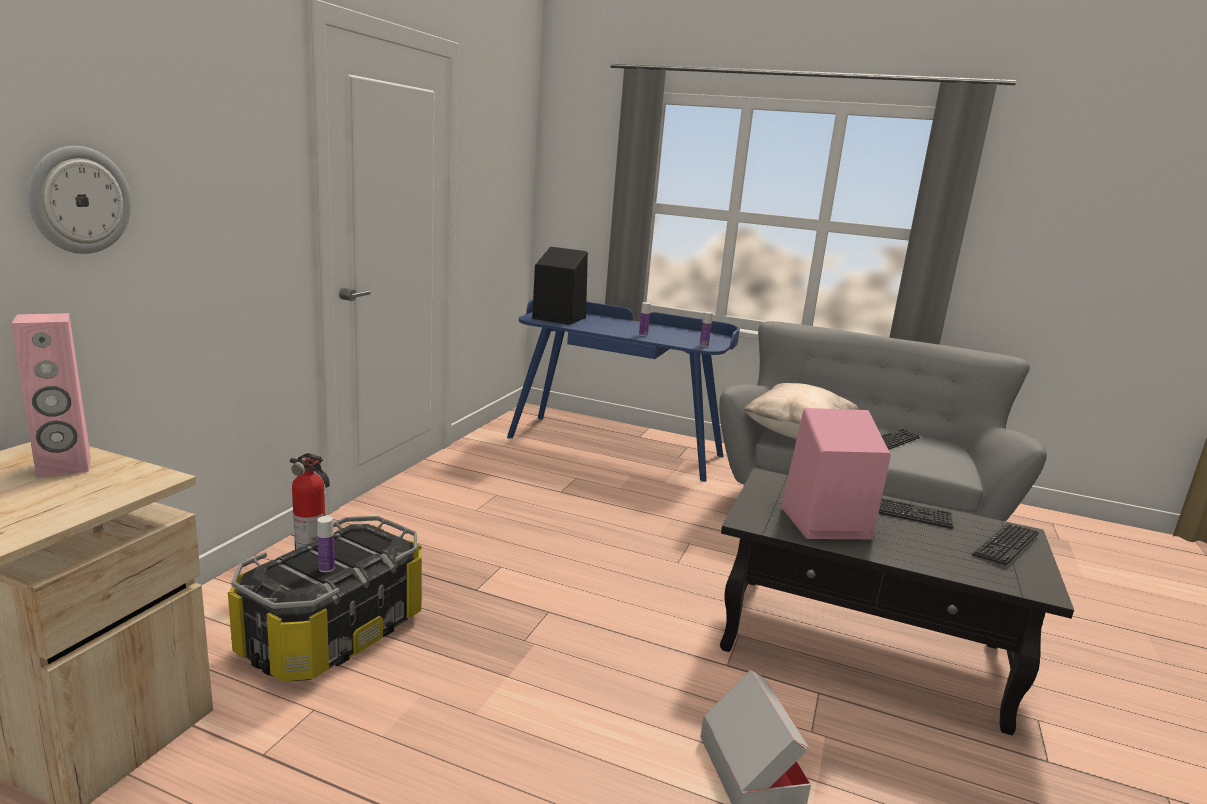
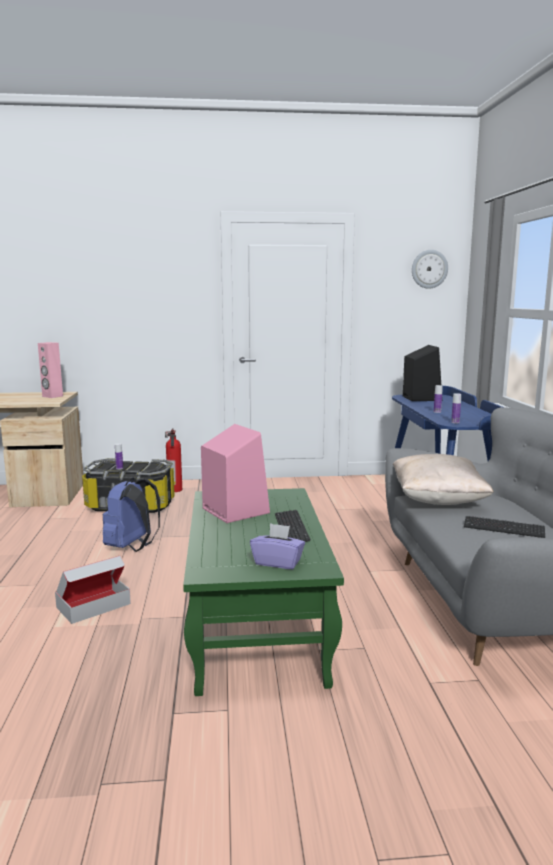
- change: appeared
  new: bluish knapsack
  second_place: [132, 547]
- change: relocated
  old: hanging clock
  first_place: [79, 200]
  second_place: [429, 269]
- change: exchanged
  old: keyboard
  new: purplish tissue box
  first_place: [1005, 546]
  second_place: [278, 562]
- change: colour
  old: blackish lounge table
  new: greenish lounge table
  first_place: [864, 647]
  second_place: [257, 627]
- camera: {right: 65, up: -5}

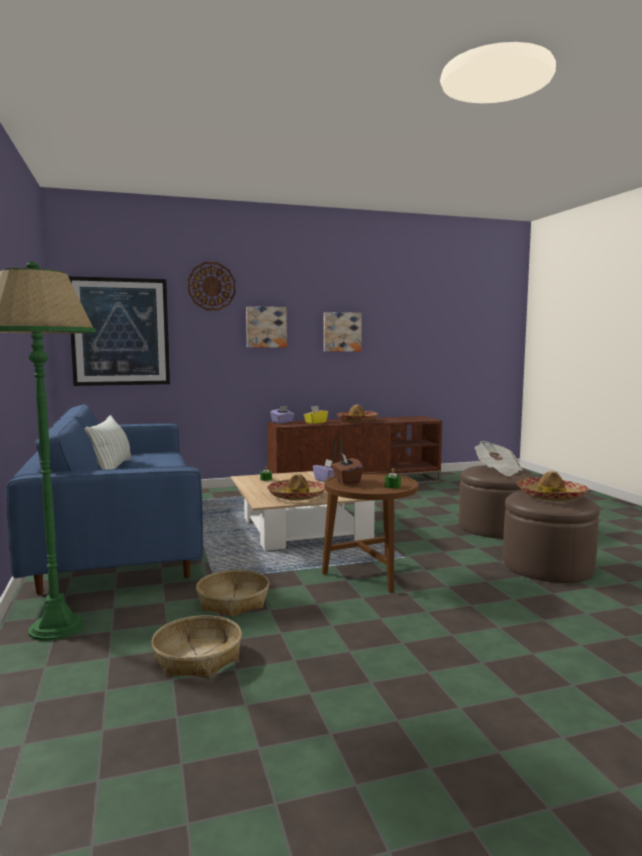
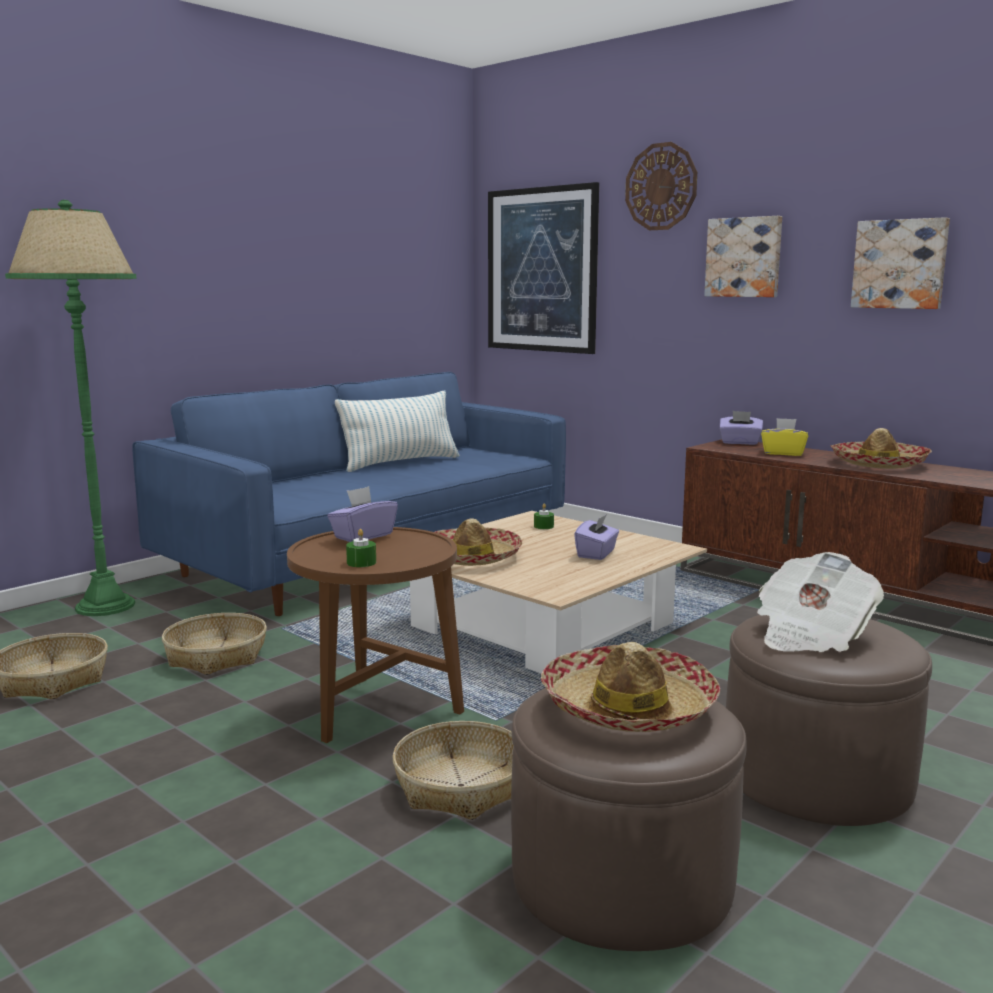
- change: appeared
  new: storage basket
  second_place: [461, 785]
- change: colour
  old: brownish tissue box
  new: purplish tissue box
  first_place: [346, 480]
  second_place: [363, 536]
- camera: {right: 60, up: 5}

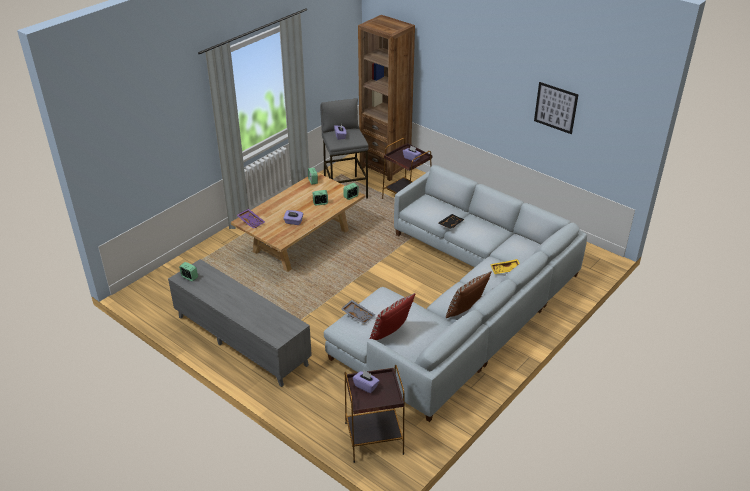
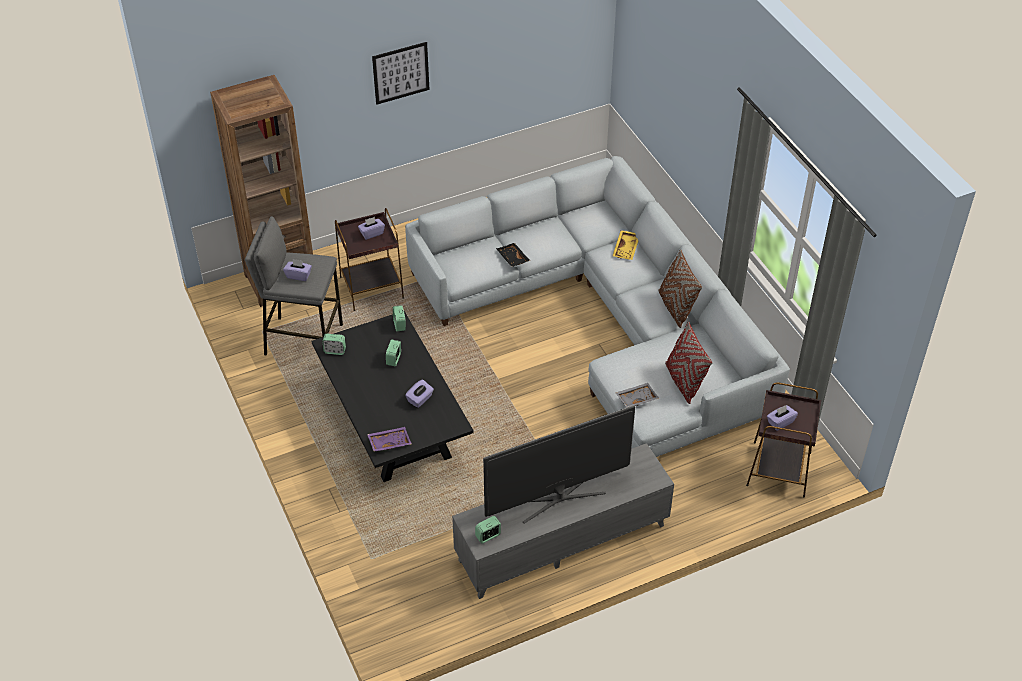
- change: appeared
  new: television
  second_place: [558, 497]
- change: relocated
  old: wall art
  first_place: [555, 107]
  second_place: [401, 73]
- change: colour
  old: beige-coloured lounge table
  new: blackish lounge table
  first_place: [301, 241]
  second_place: [393, 423]
- camera: {right: -65, up: 10}

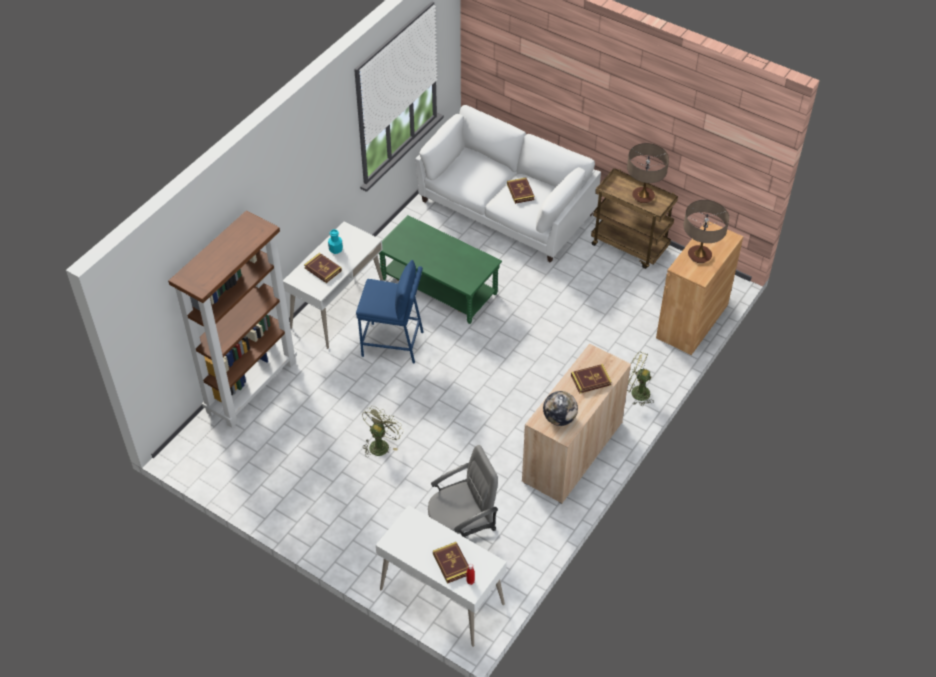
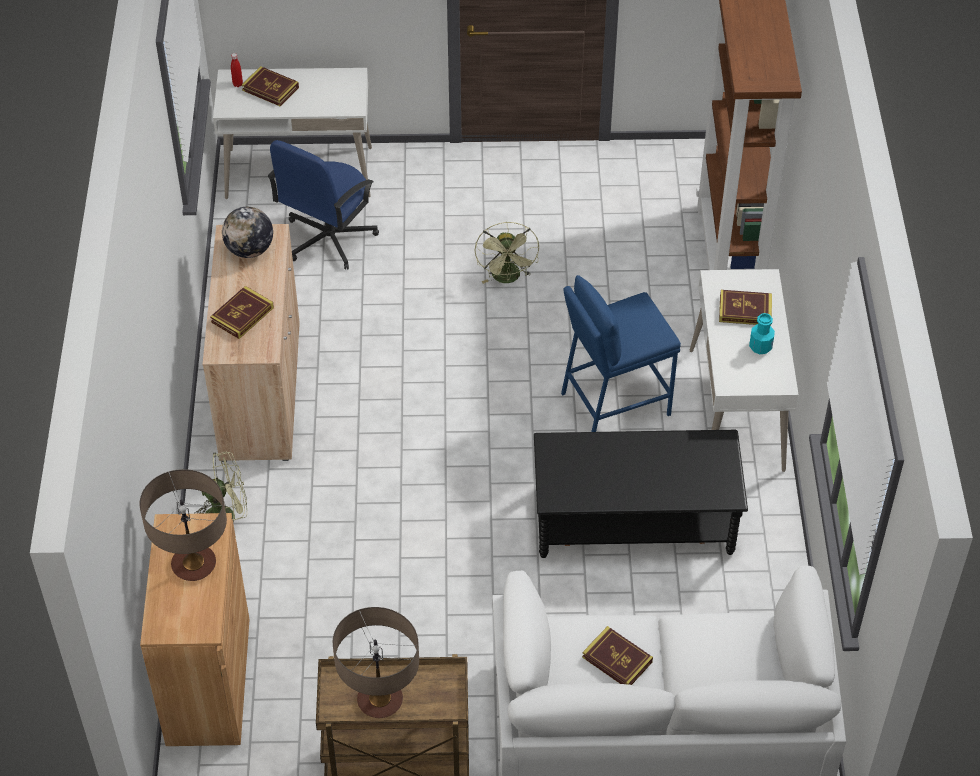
- change: colour
  old: greenish lounge table
  new: blackish lounge table
  first_place: [439, 286]
  second_place: [633, 521]
- change: colour
  old: grey desk chair
  new: bluish desk chair
  first_place: [461, 533]
  second_place: [328, 239]
- camera: {right: 145, up: 0}

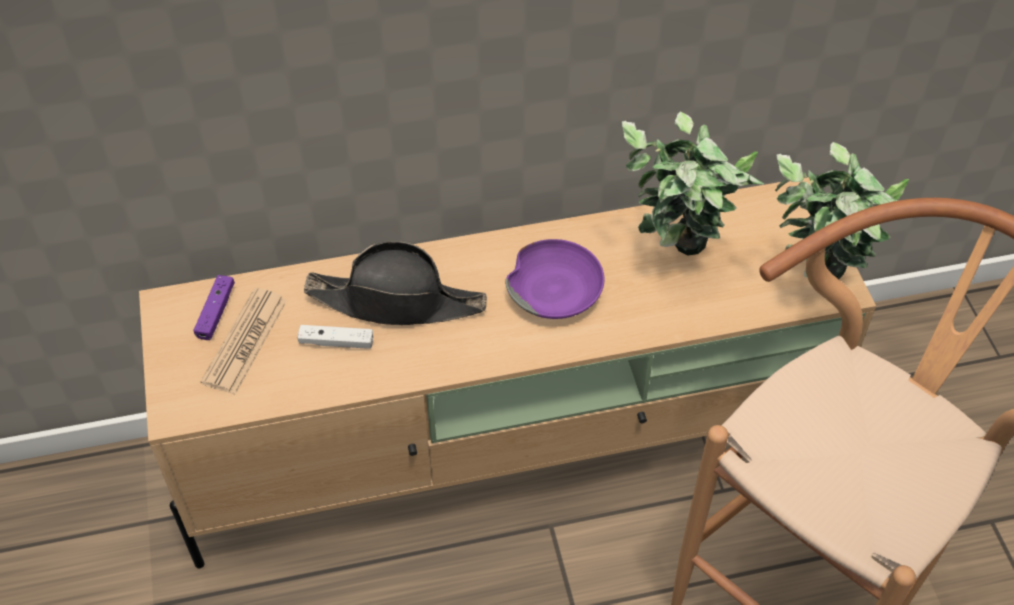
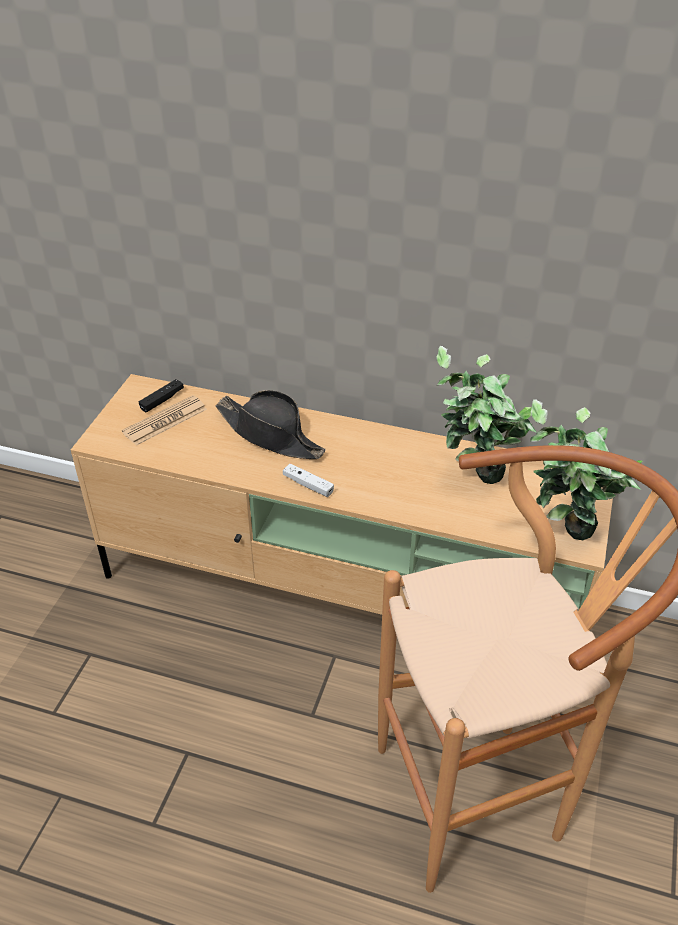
- change: missing
  old: purplish serving bowl
  first_place: [555, 290]
- change: relocated
  old: whitish game controller
  first_place: [336, 342]
  second_place: [308, 485]
- change: colour
  old: purplish game controller
  new: blackish game controller
  first_place: [216, 312]
  second_place: [162, 400]
- camera: {right: 30, up: -10}

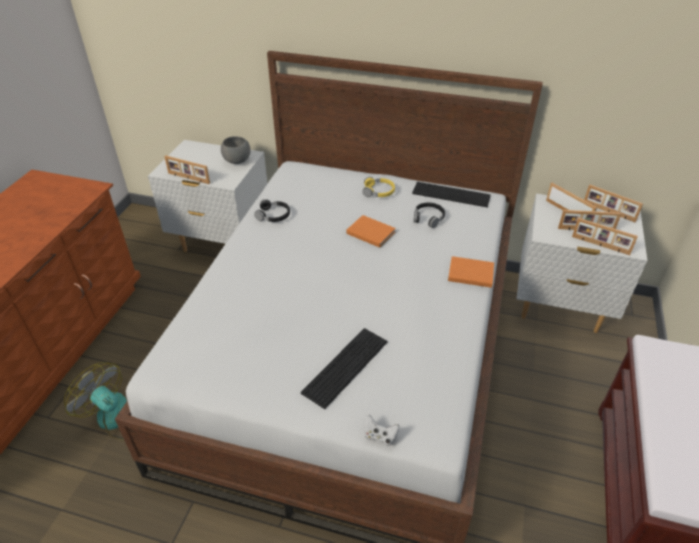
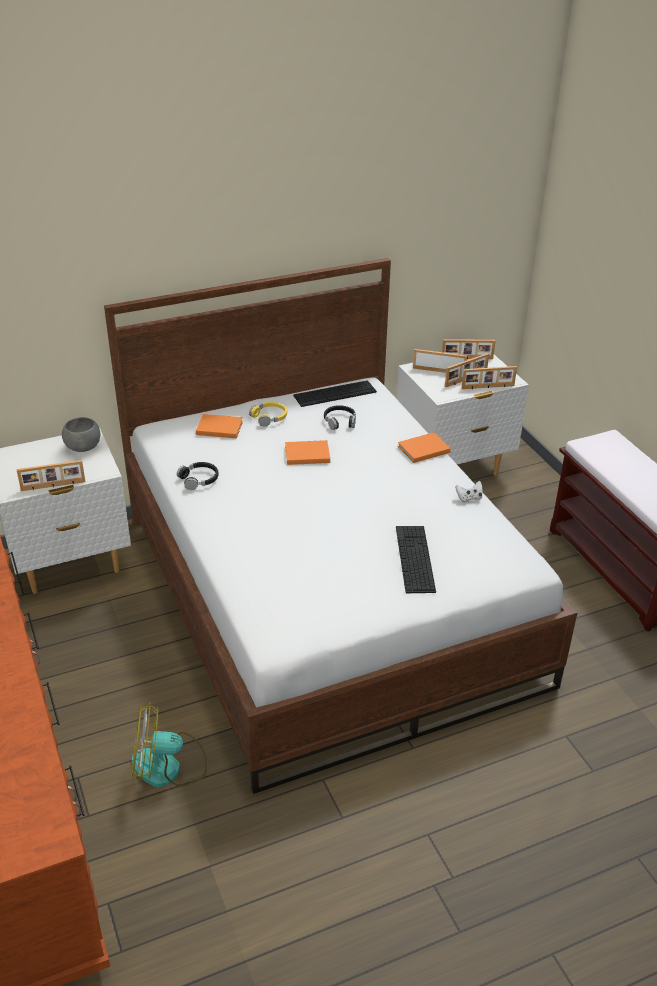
- change: appeared
  new: orangey book
  second_place: [218, 427]
- change: relocated
  old: whitish game controller
  first_place: [380, 436]
  second_place: [469, 498]
- camera: {right: -40, up: -5}

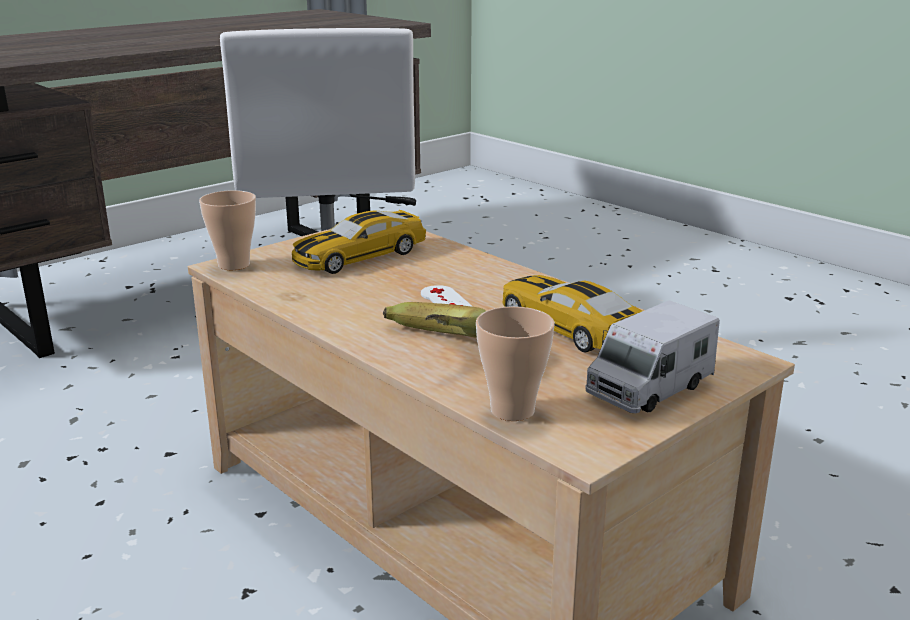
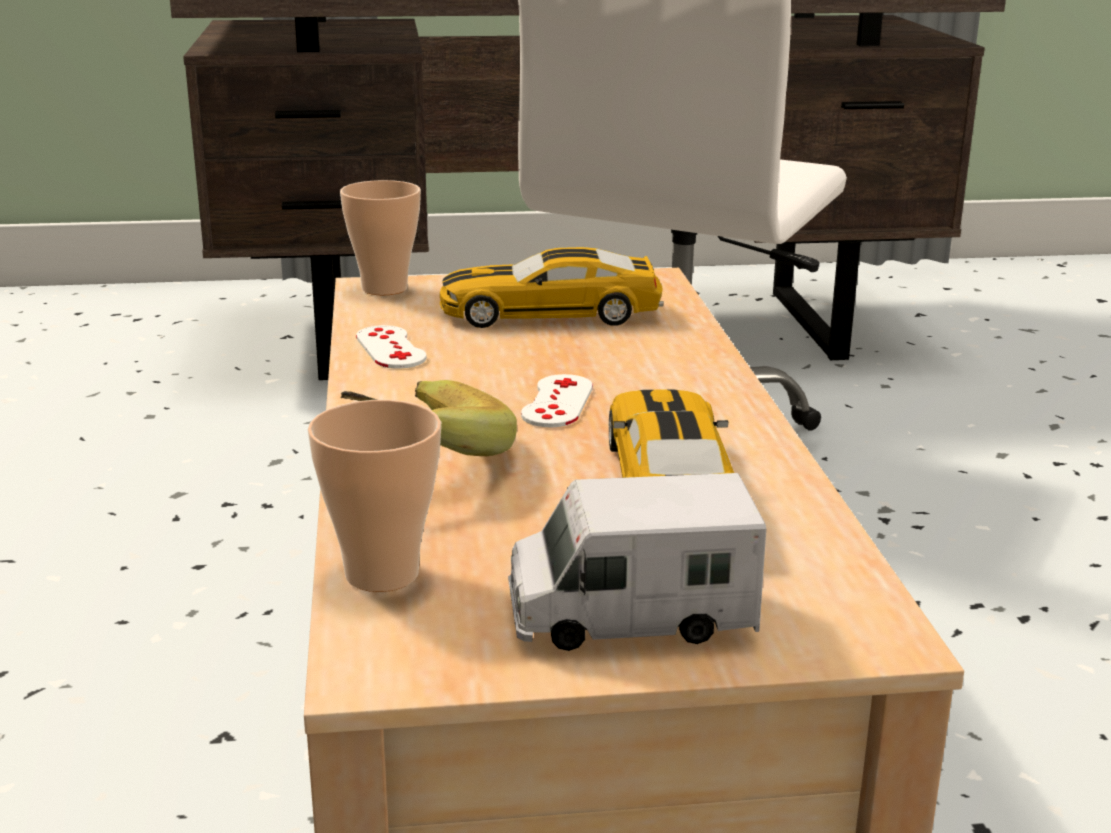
- change: appeared
  new: whitish game controller
  second_place: [390, 348]
- camera: {right: 35, up: 0}

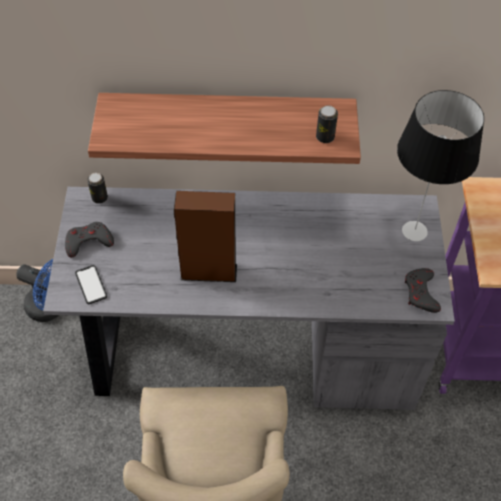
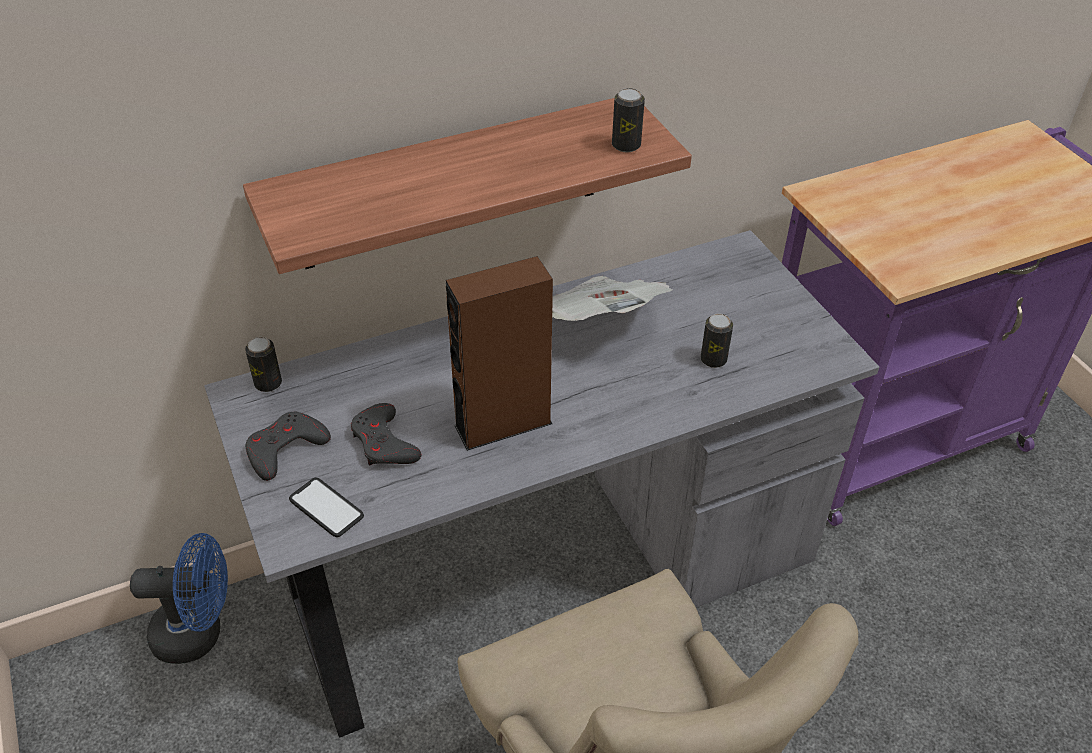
- change: missing
  old: tabletop lamp
  first_place: [415, 232]
- change: appeared
  new: daily paper
  second_place: [600, 323]
- change: appeared
  new: can
  second_place: [713, 360]
- change: relocated
  old: grey game controller
  first_place: [421, 293]
  second_place: [384, 443]
- camera: {right: -25, up: -10}

